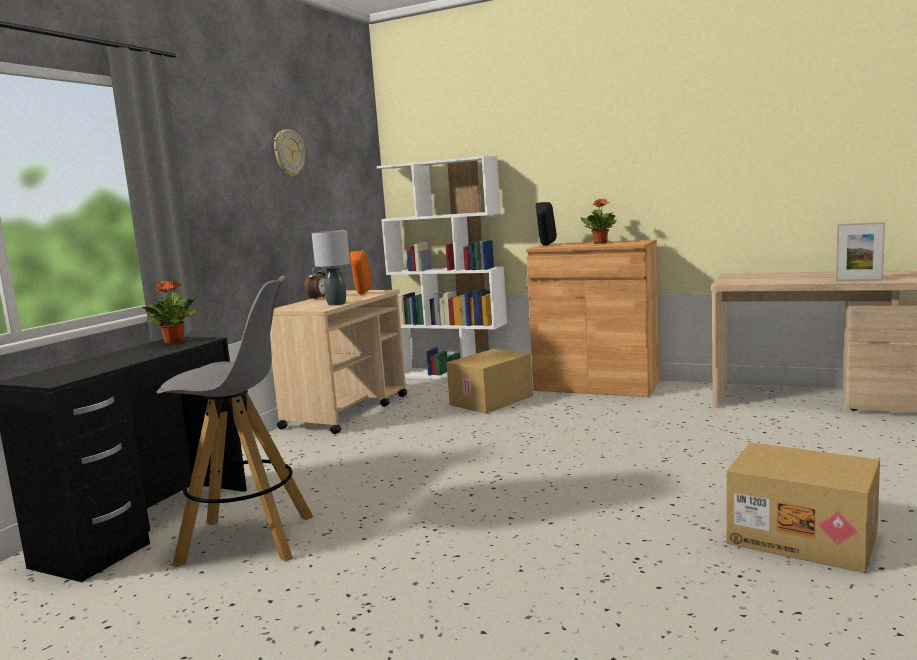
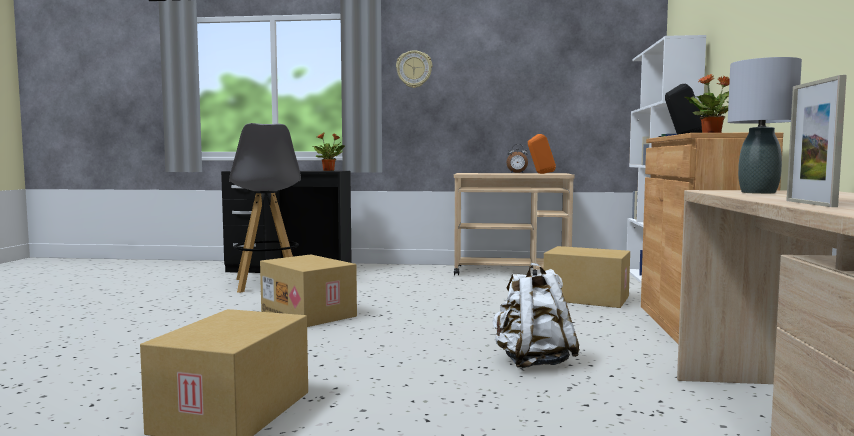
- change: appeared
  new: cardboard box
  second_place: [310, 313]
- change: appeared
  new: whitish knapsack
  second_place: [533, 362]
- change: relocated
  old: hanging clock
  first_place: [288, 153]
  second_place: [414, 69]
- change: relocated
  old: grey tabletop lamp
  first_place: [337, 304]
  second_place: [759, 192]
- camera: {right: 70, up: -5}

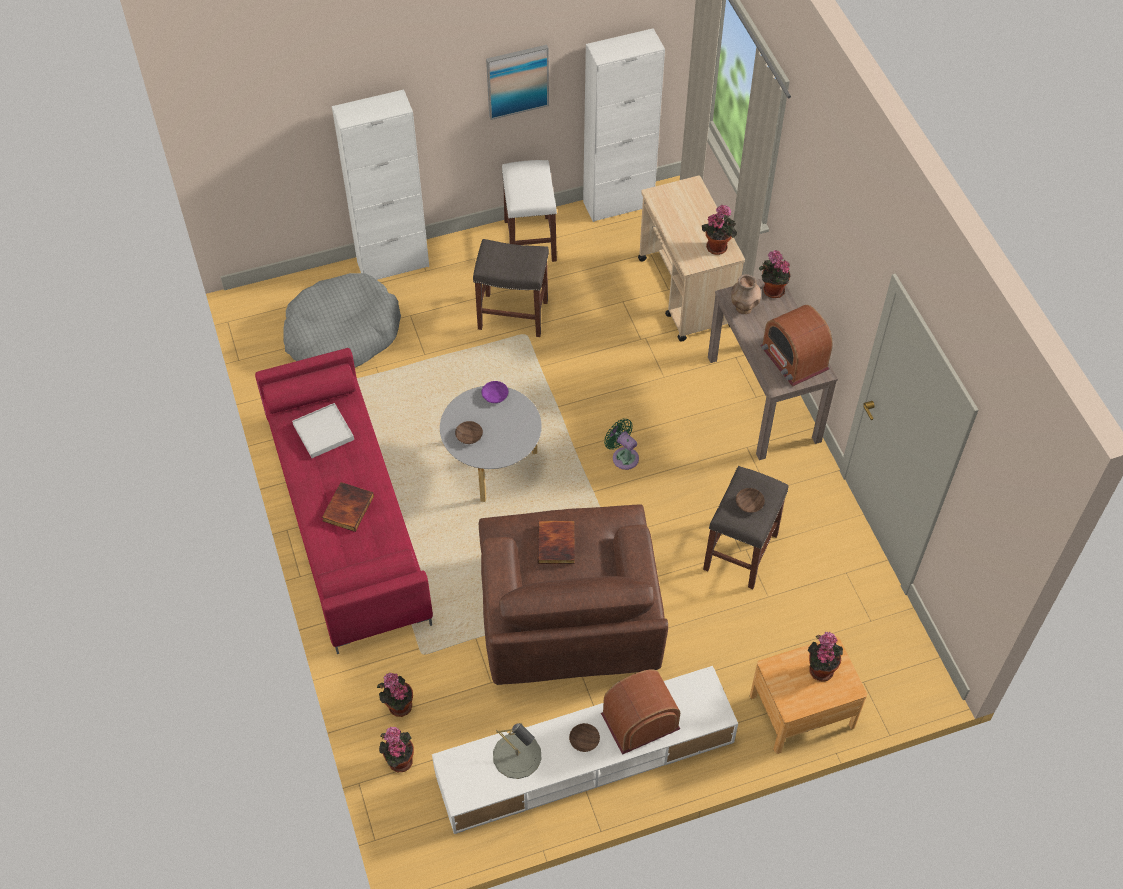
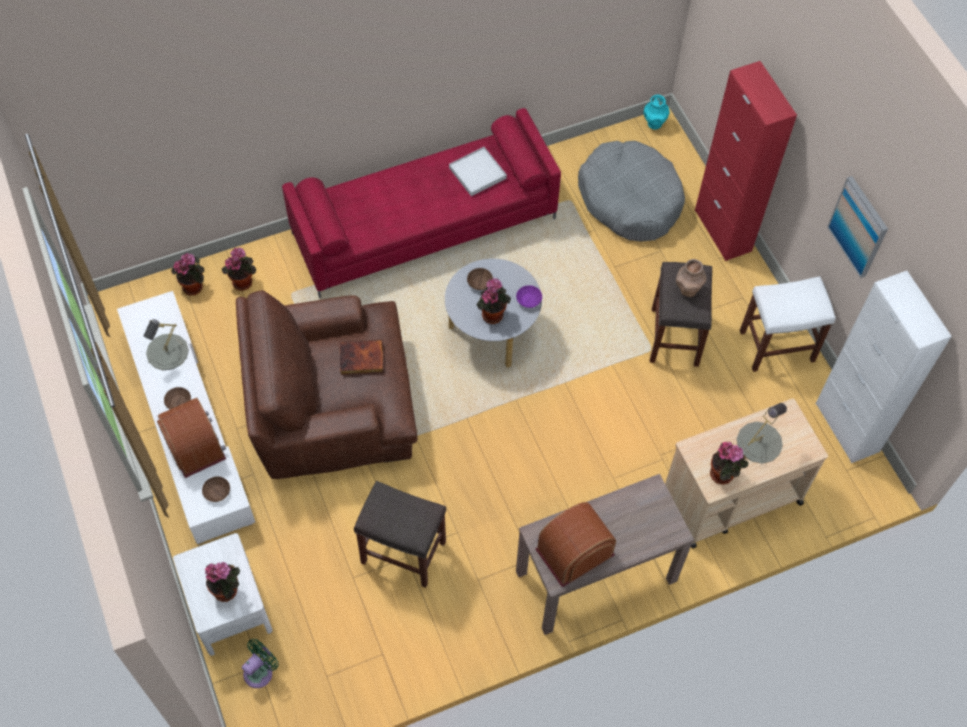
- change: missing
  old: book
  first_place: [347, 508]
- change: appeared
  new: turquoise flower vase
  second_place: [654, 124]
- change: appeared
  new: grey tabletop lamp
  second_place: [759, 442]
- change: relocated
  old: greenish cooling fan
  first_place: [623, 456]
  second_place: [260, 671]
- change: relocated
  old: brownish flower vase
  first_place: [743, 308]
  second_place: [688, 290]
- change: relocated
  old: brownish serving bowl
  first_place: [748, 504]
  second_place: [216, 491]
- change: relocated
  old: plant in a pot
  first_place: [771, 290]
  second_place: [492, 313]
- change: colour
  old: whitish cabinet
  new: red-coloured cabinet
  first_place: [393, 264]
  second_place: [723, 230]
- change: colour
  old: brownish nightstand
  new: whitish nightstand
  first_place: [802, 710]
  second_place: [228, 606]
- camera: {right: 85, up: 5}

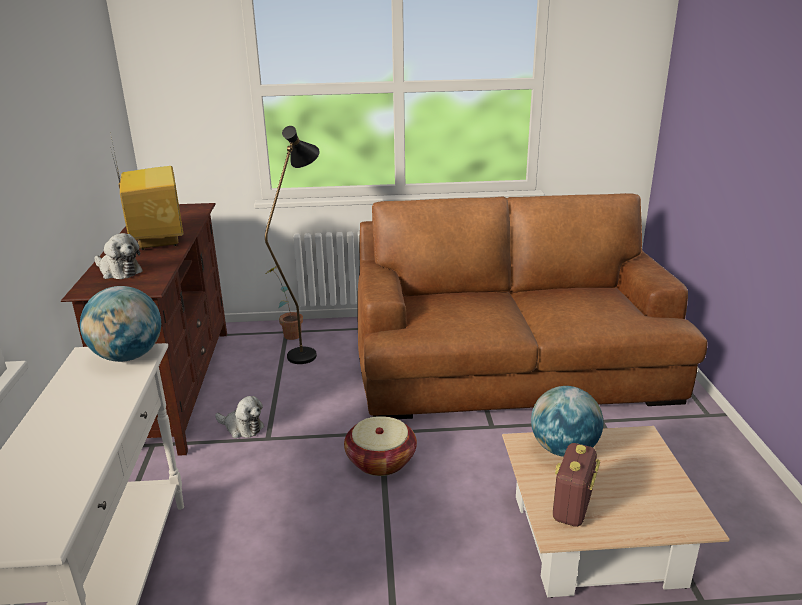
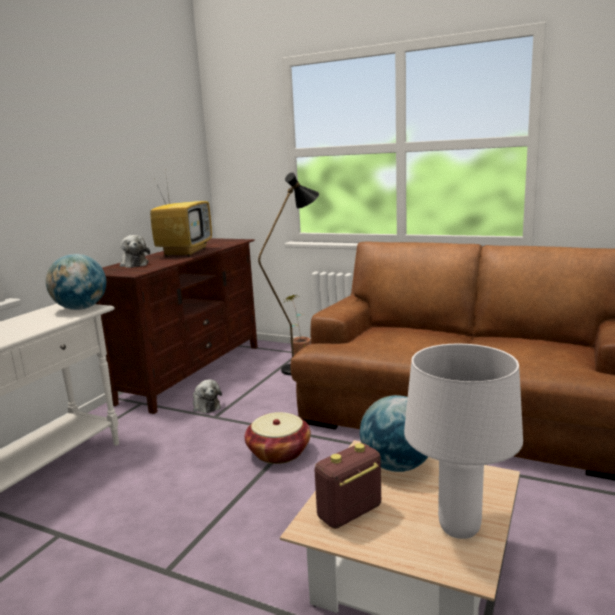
- change: appeared
  new: whitish tabletop lamp
  second_place: [459, 528]
- camera: {right: 30, up: -10}

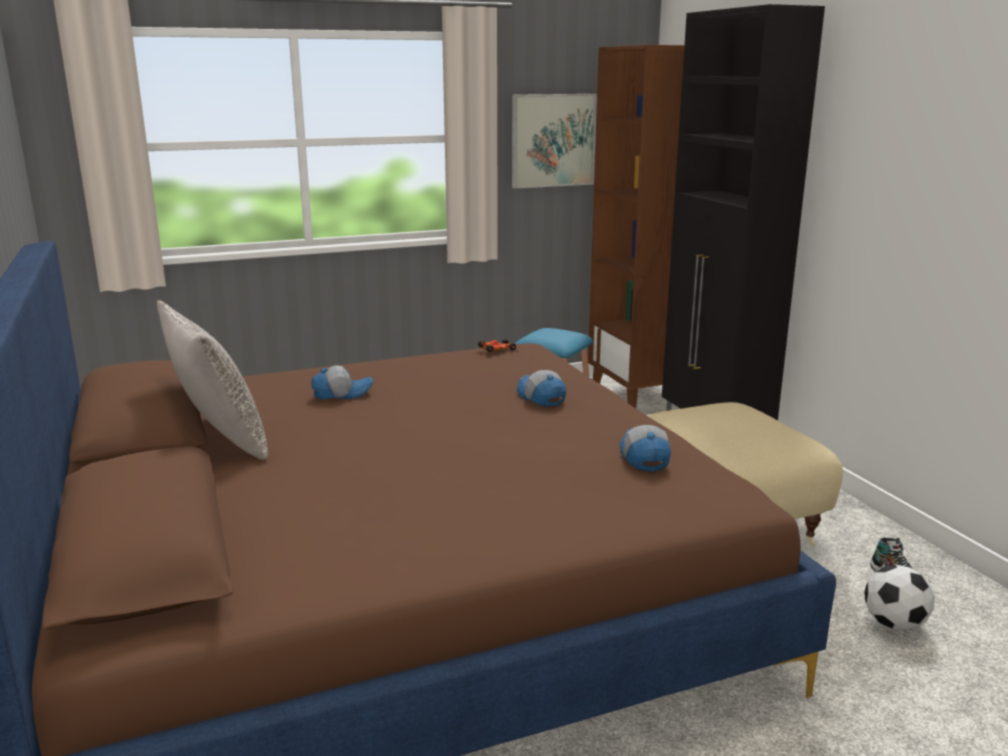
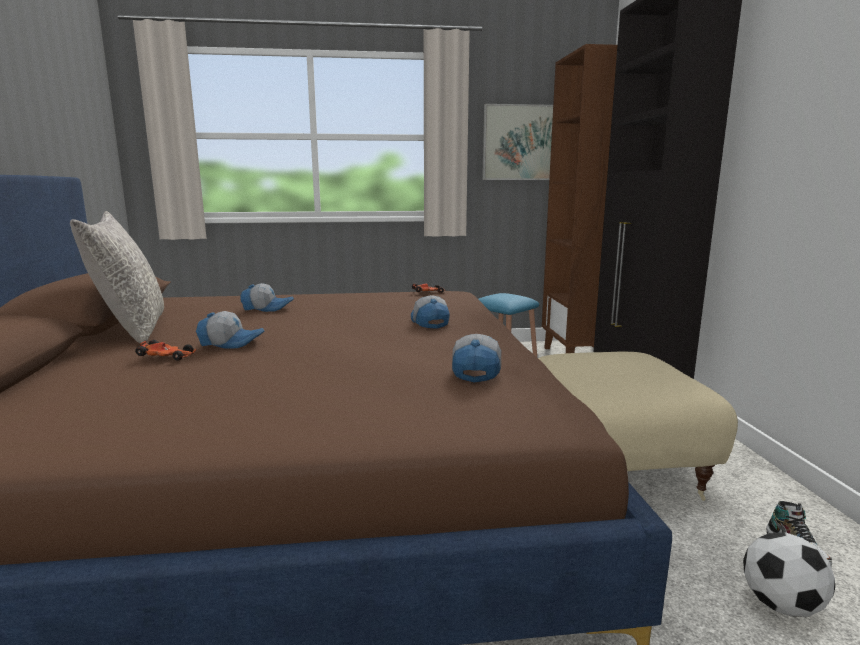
- change: appeared
  new: miniature car
  second_place: [167, 356]
- change: appeared
  new: peaked cap
  second_place: [231, 343]
- camera: {right: 15, up: -5}

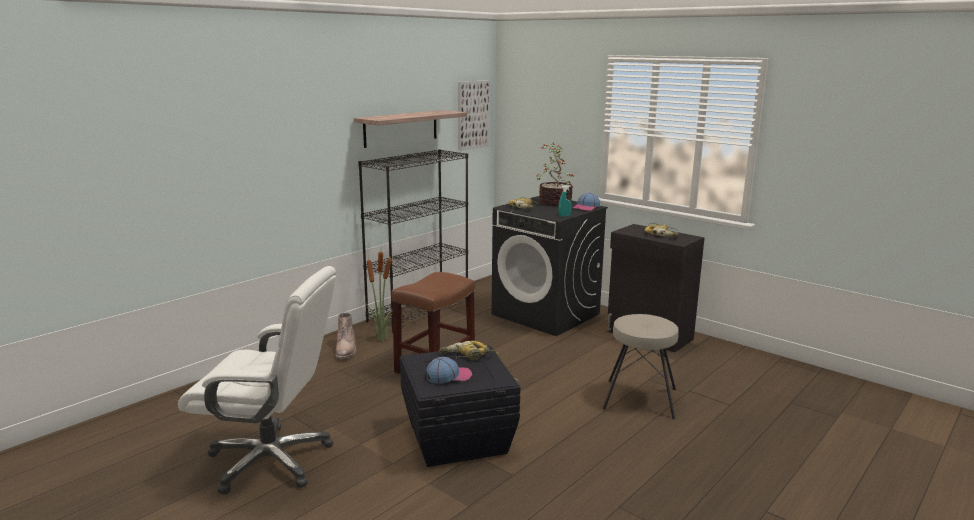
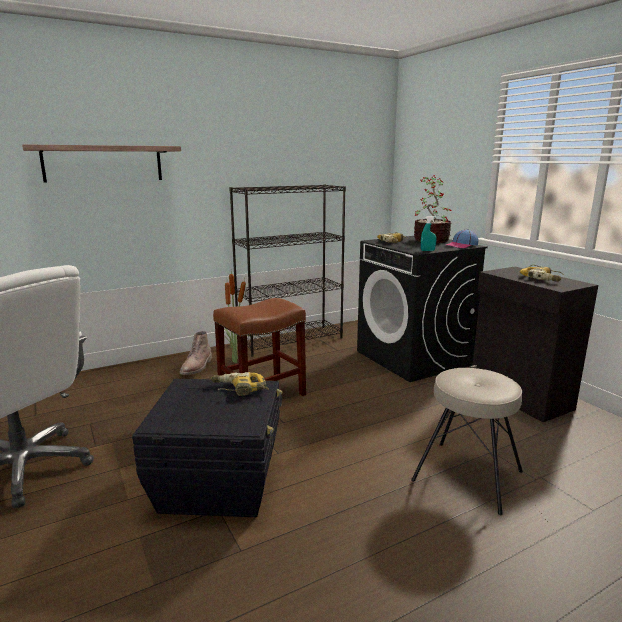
- change: missing
  old: peaked cap
  first_place: [449, 376]
- change: missing
  old: wall art
  first_place: [473, 115]
- change: relocated
  old: shelf
  first_place: [401, 128]
  second_place: [103, 163]
- camera: {right: 20, up: 0}

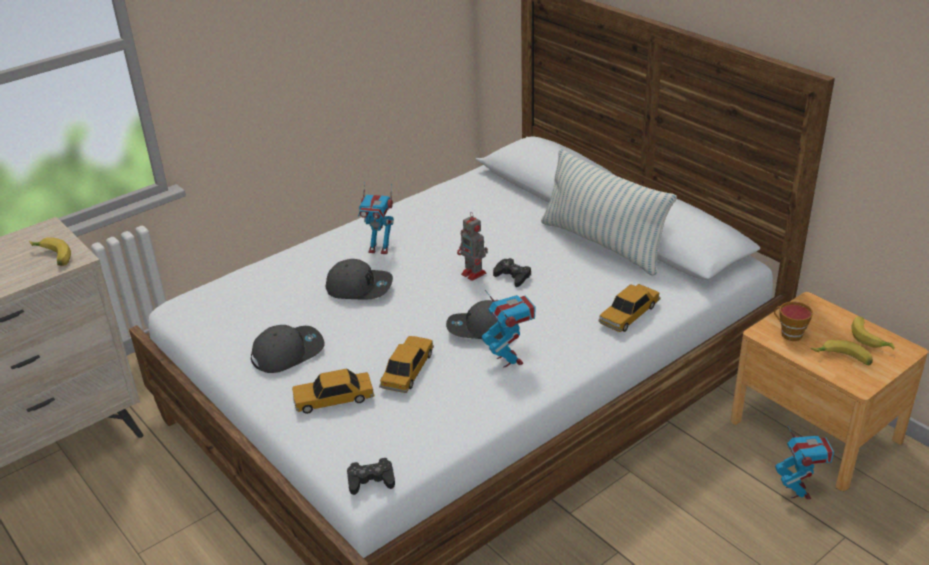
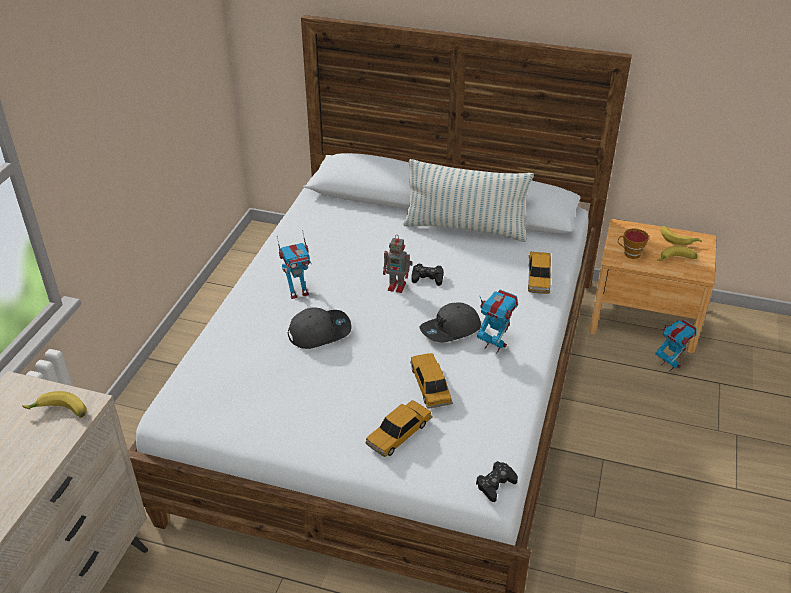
- change: missing
  old: grey peaked cap
  first_place: [288, 352]
- camera: {right: -35, up: 5}

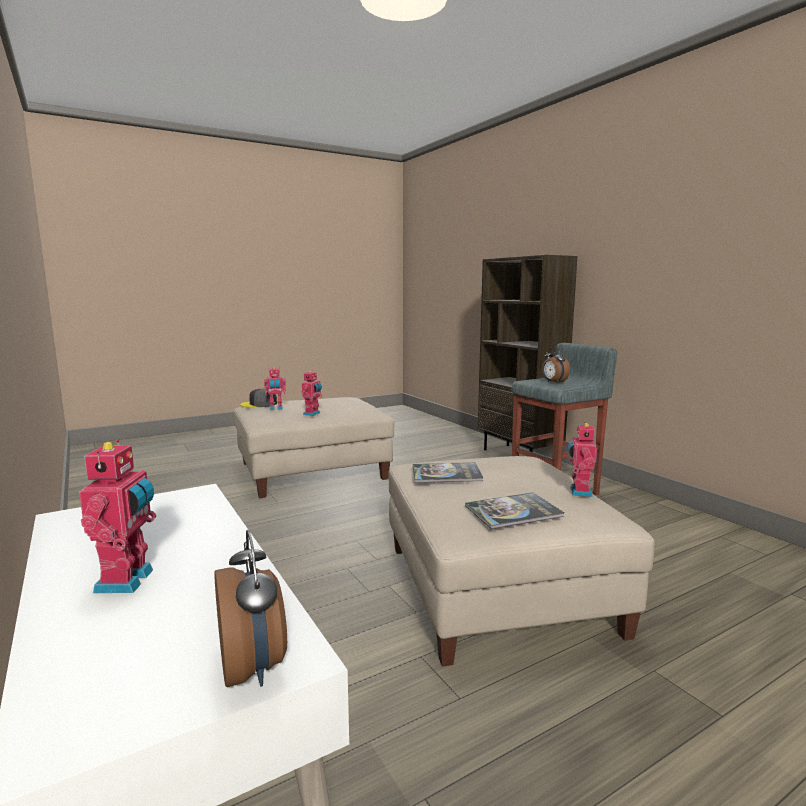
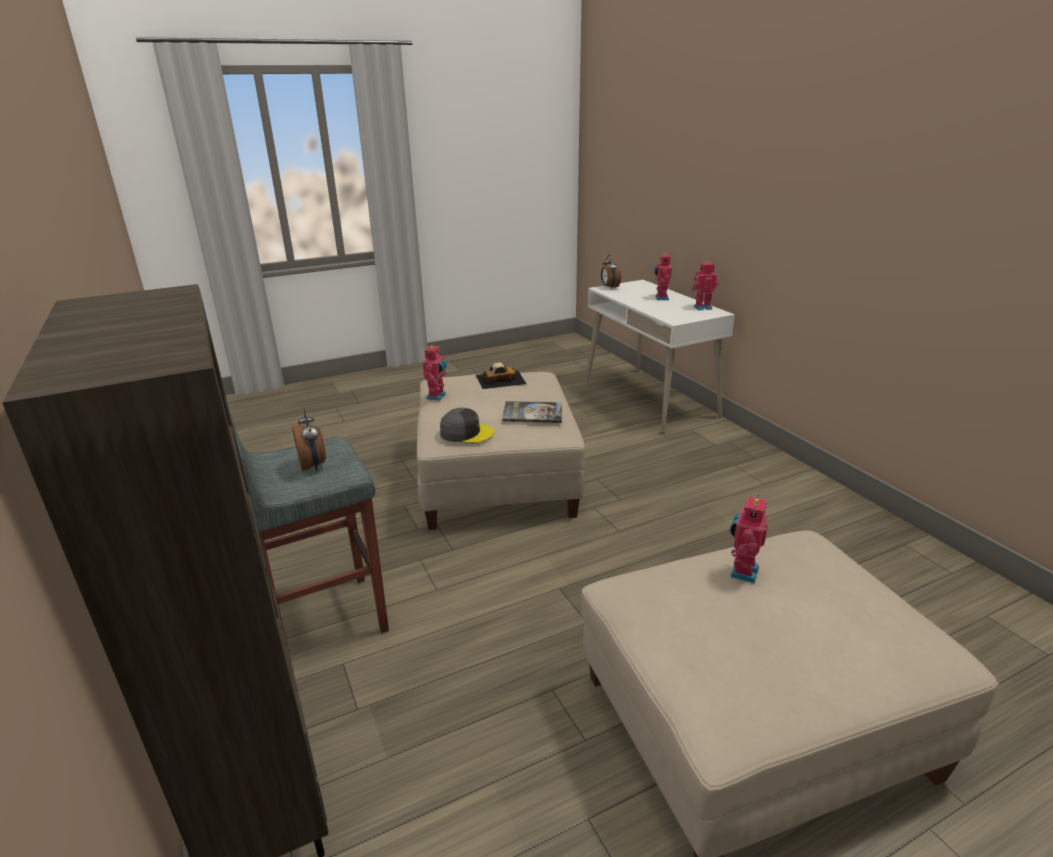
- change: relocated
  old: grey peaked cap
  first_place: [259, 404]
  second_place: [466, 433]
- change: relocated
  old: robot figure
  first_place: [276, 408]
  second_place: [702, 307]
- change: exchanged
  old: book
  new: miniature car
  first_place: [513, 511]
  second_place: [500, 379]
- camera: {right: -175, up: 15}

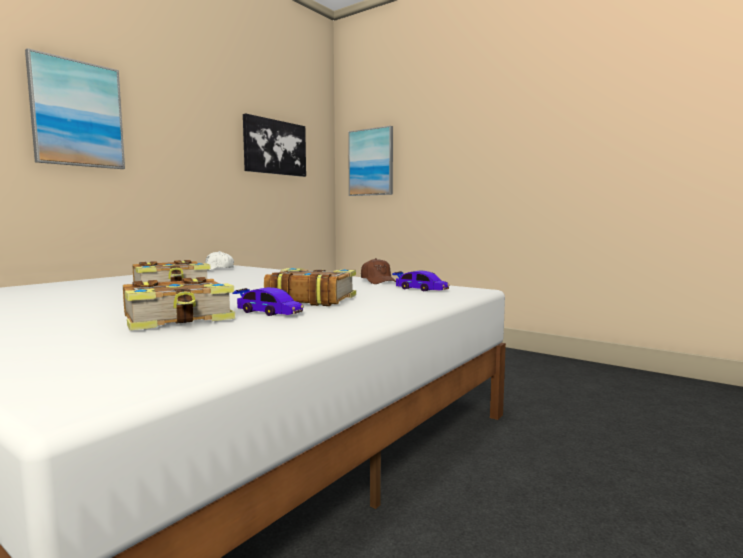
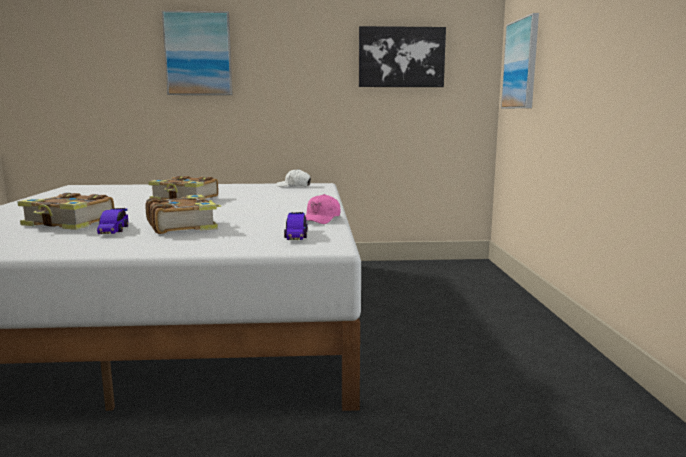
- change: colour
  old: brownish peaked cap
  new: pink-coloured peaked cap
  first_place: [378, 281]
  second_place: [321, 219]
- camera: {right: 50, up: 5}

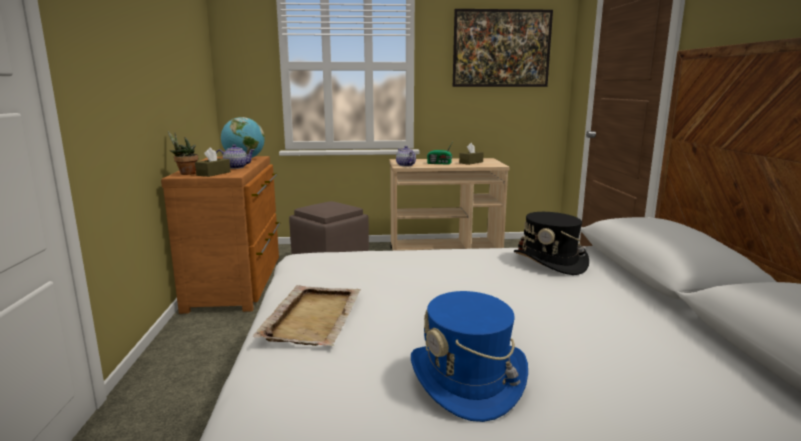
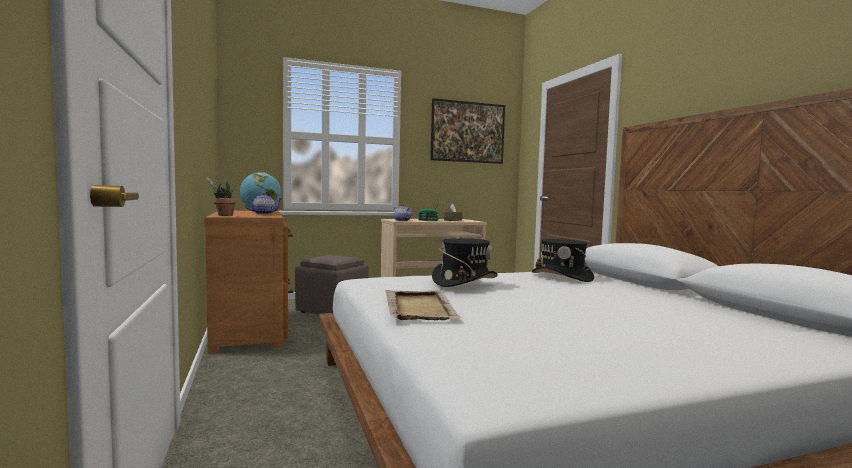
- change: missing
  old: brownish tissue box
  first_place: [213, 173]
- change: missing
  old: bluish wearable hat
  first_place: [467, 380]
- change: appeared
  new: blackish wearable hat
  second_place: [464, 281]
- camera: {right: -15, up: -10}

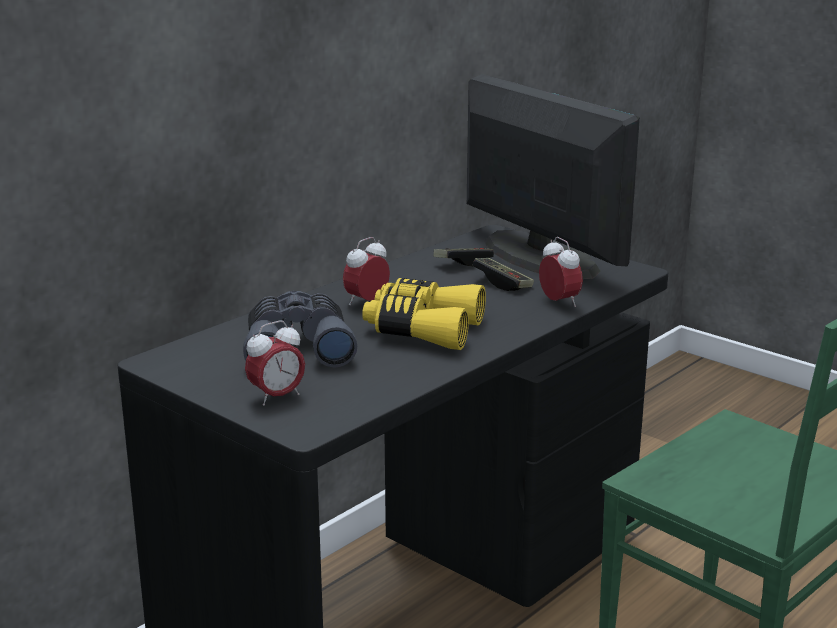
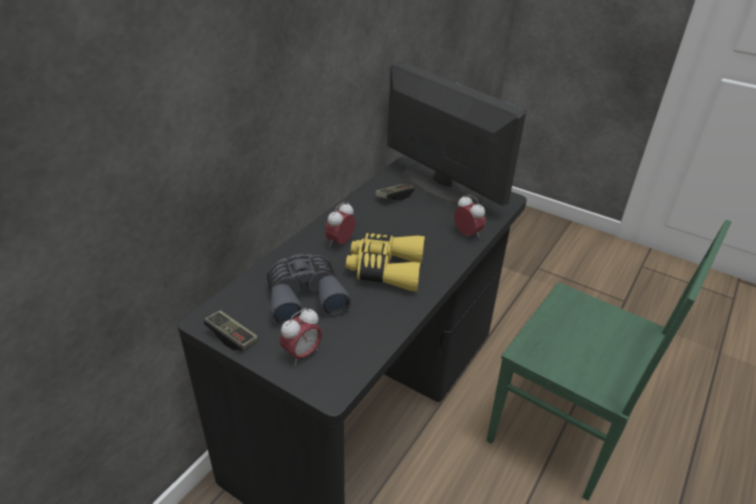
- change: relocated
  old: game controller
  first_place: [502, 283]
  second_place: [231, 337]
- camera: {right: -10, up: 15}

